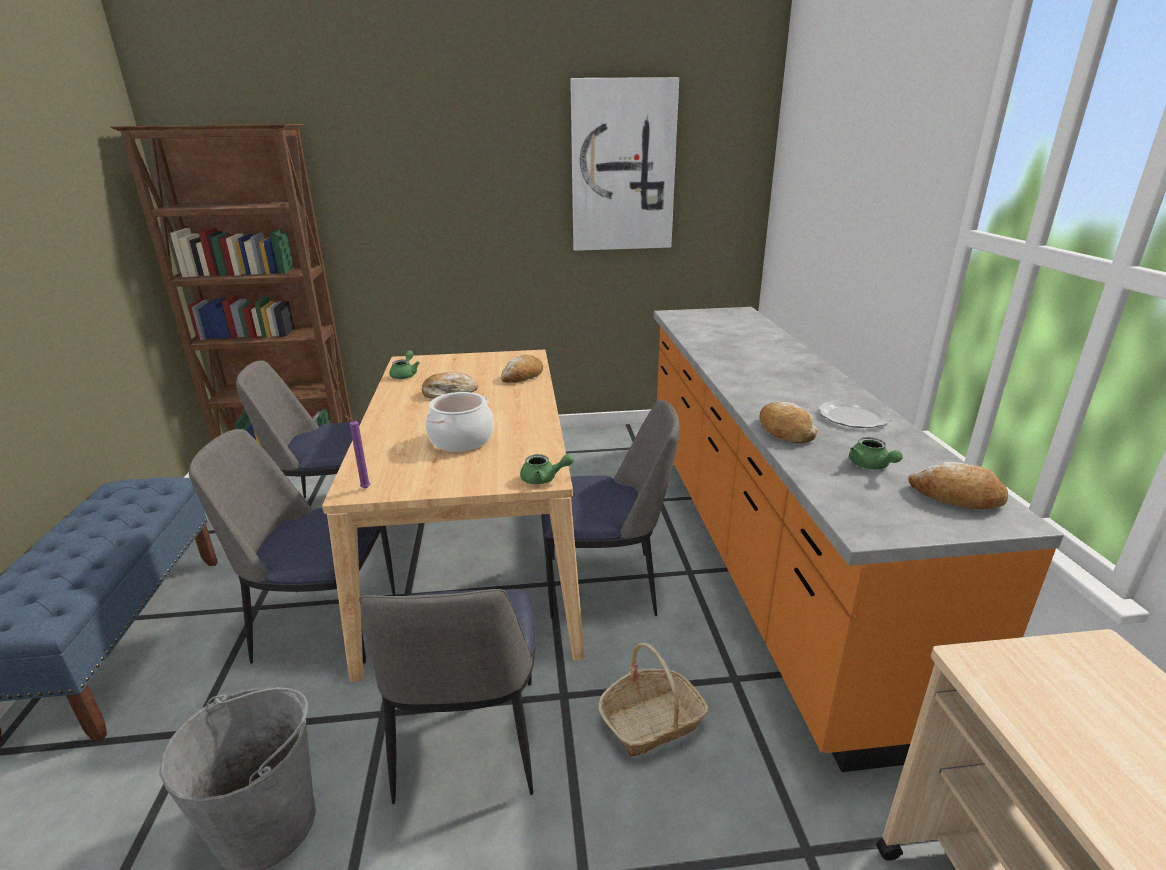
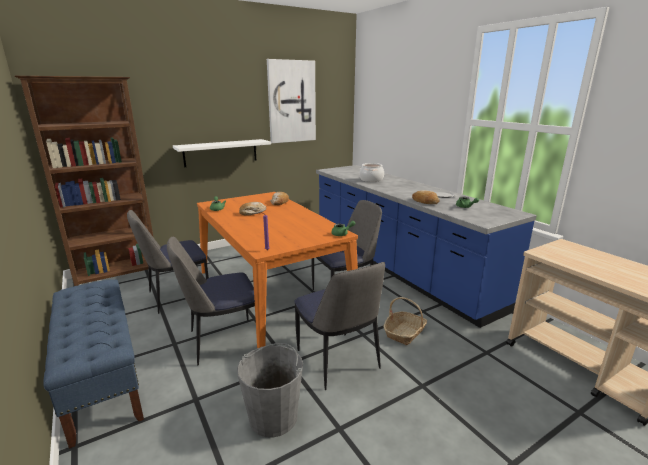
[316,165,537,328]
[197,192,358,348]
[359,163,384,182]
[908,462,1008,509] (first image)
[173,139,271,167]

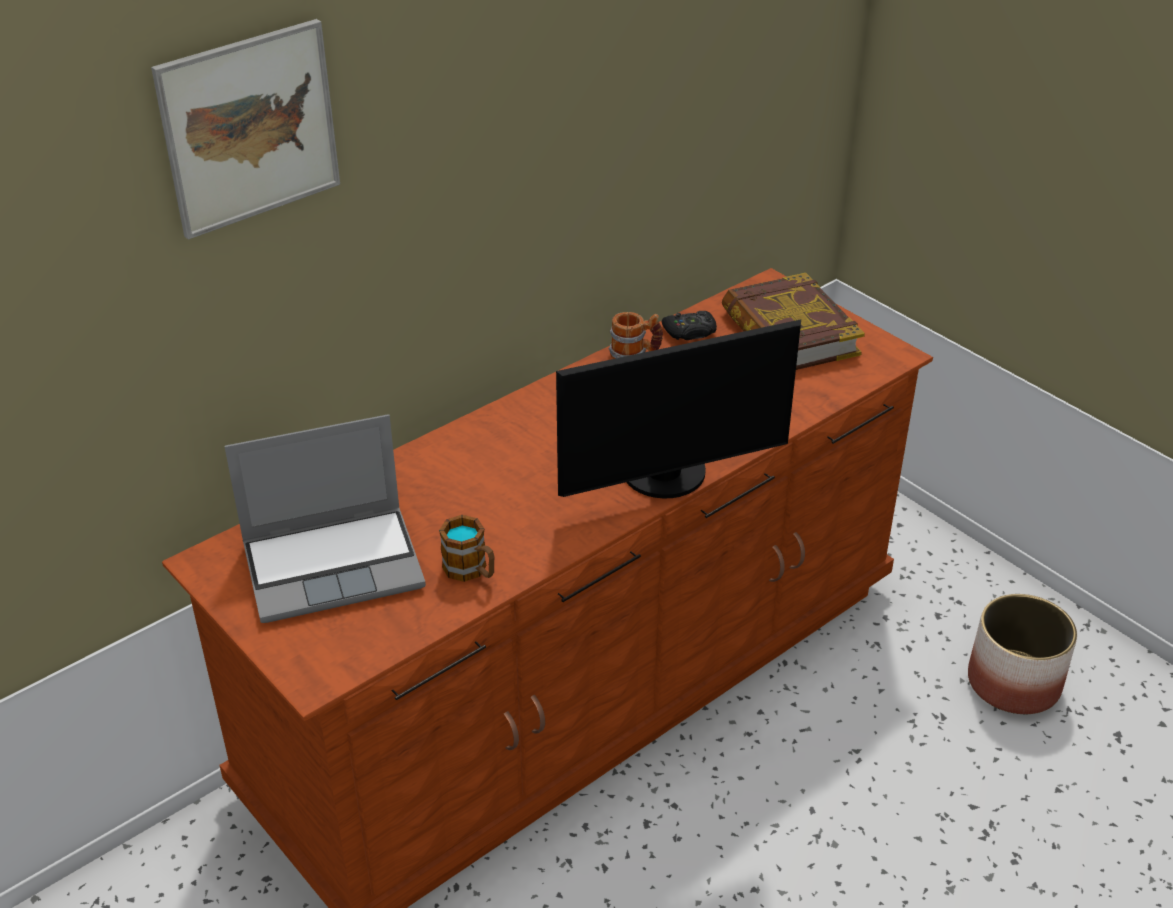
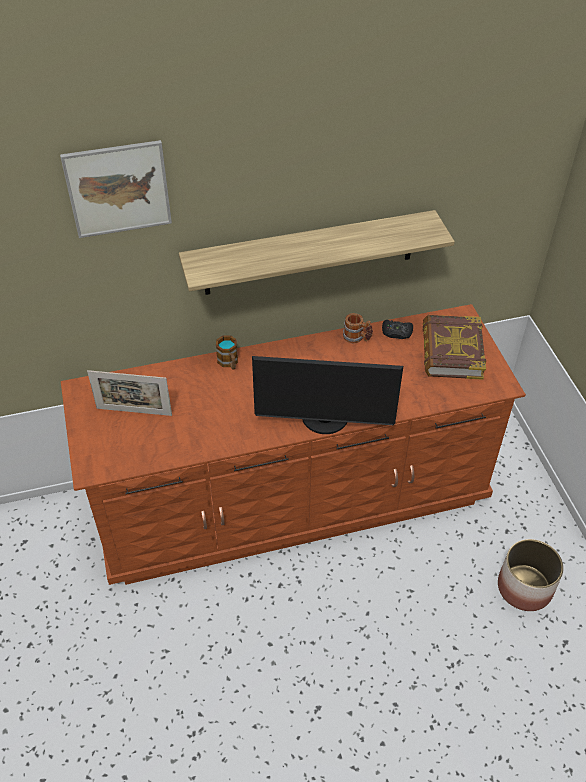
[87,370,172,416]
[216,335,238,369]
[179,210,455,295]

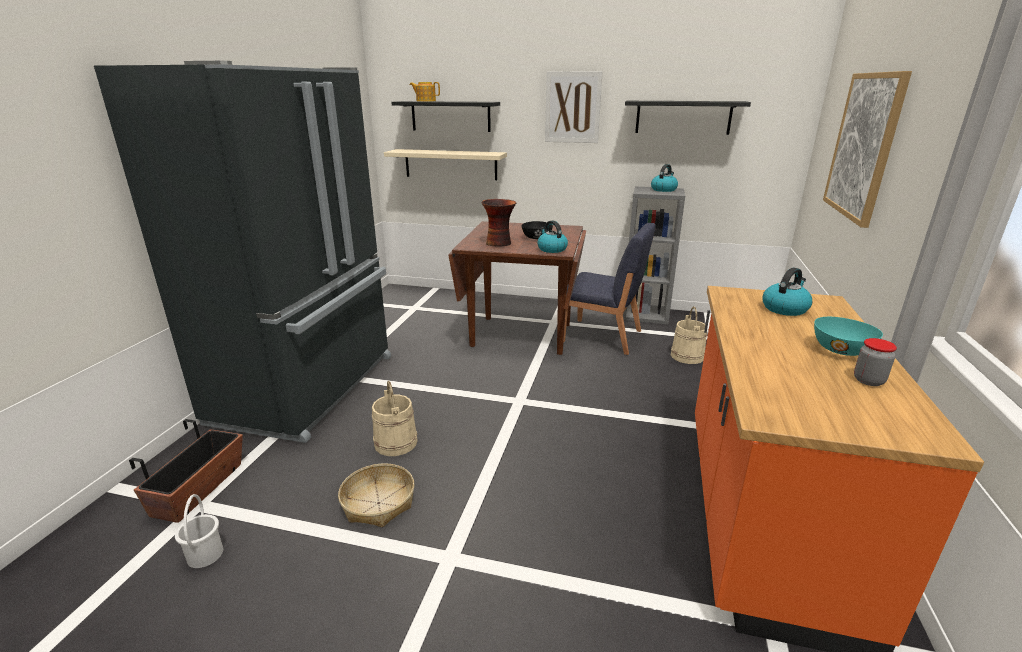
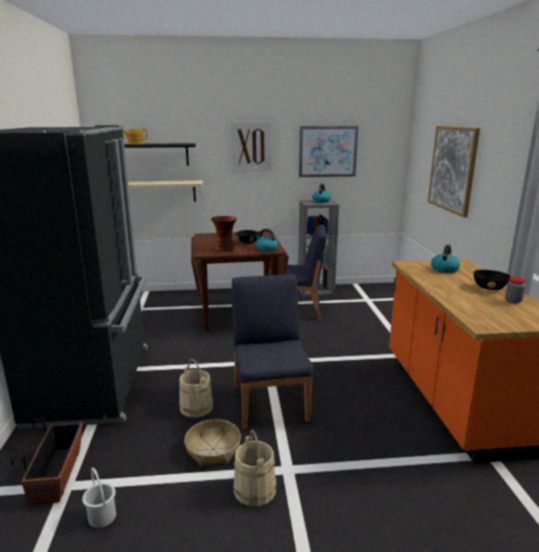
[299,126,358,177]
[233,430,276,507]
[473,270,510,290]
[232,274,314,429]

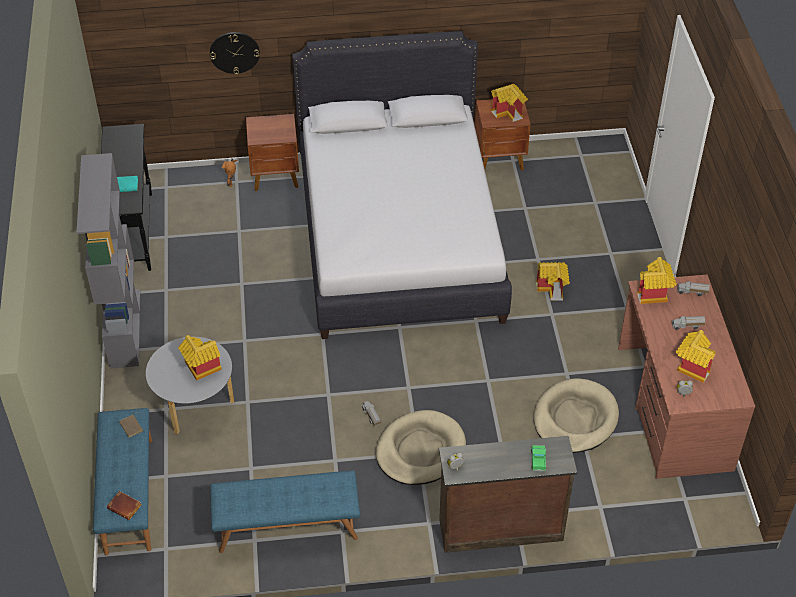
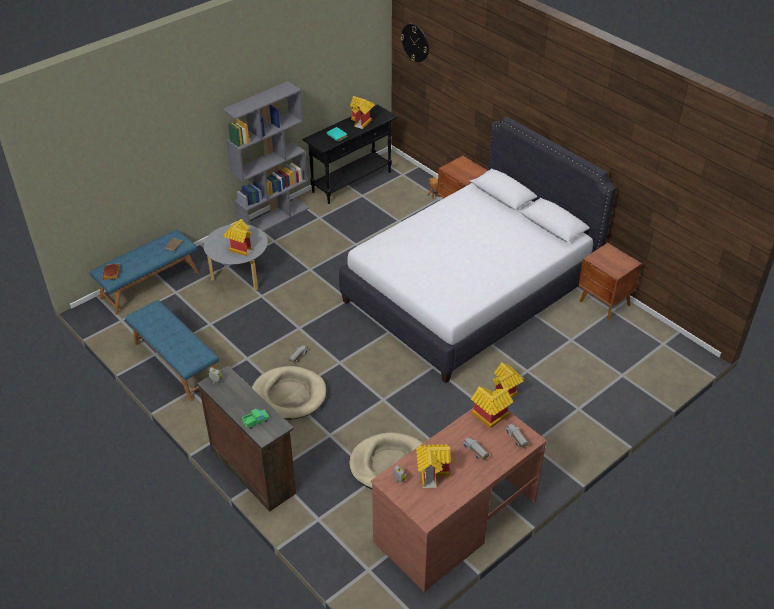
[401,24,429,62]
[350,96,375,129]

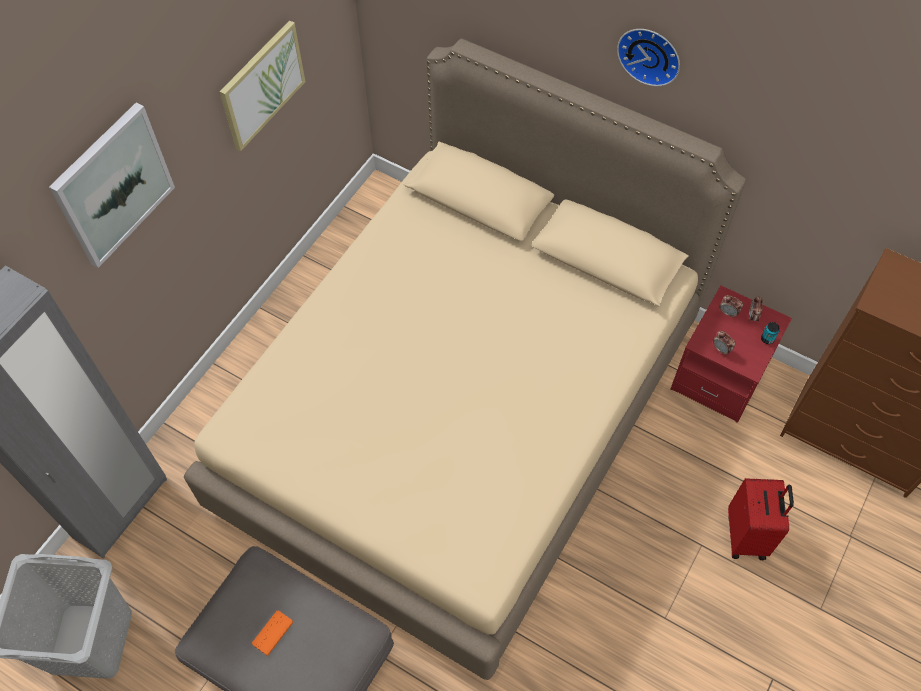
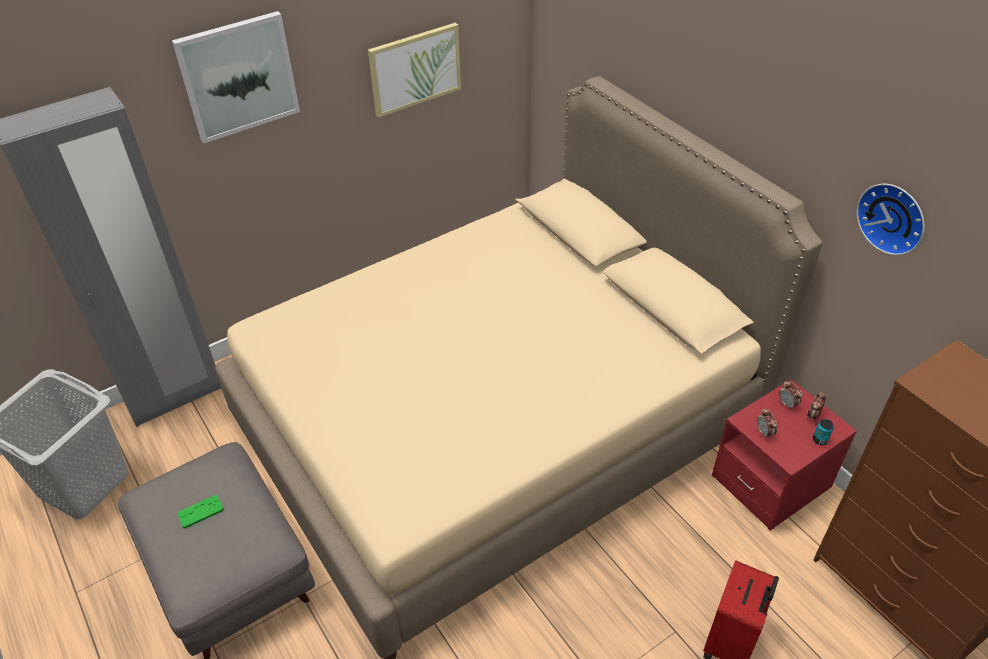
[856,184,925,255]
[177,495,224,528]

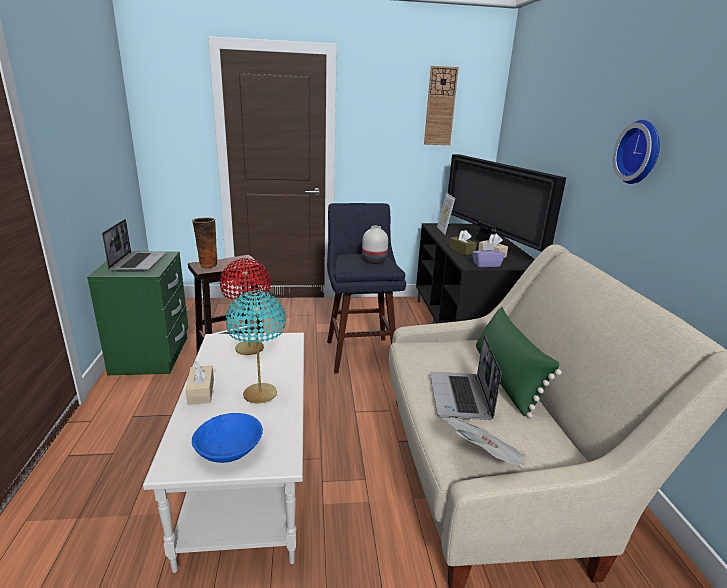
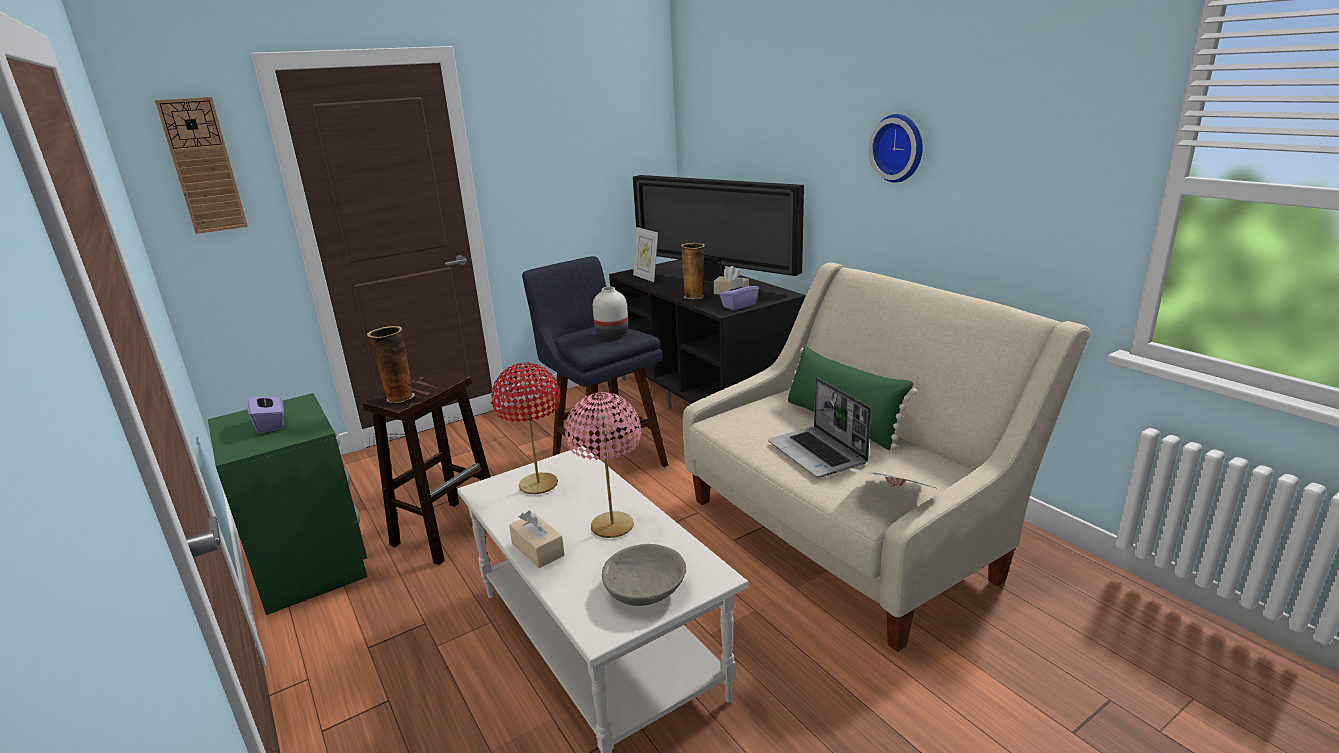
[155,97,248,234]
[247,388,284,434]
[681,243,705,300]
[565,392,641,538]
[602,544,686,606]

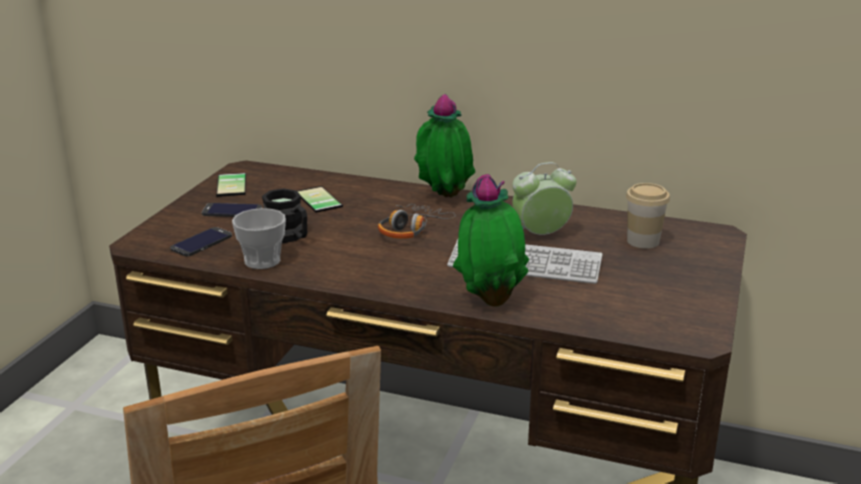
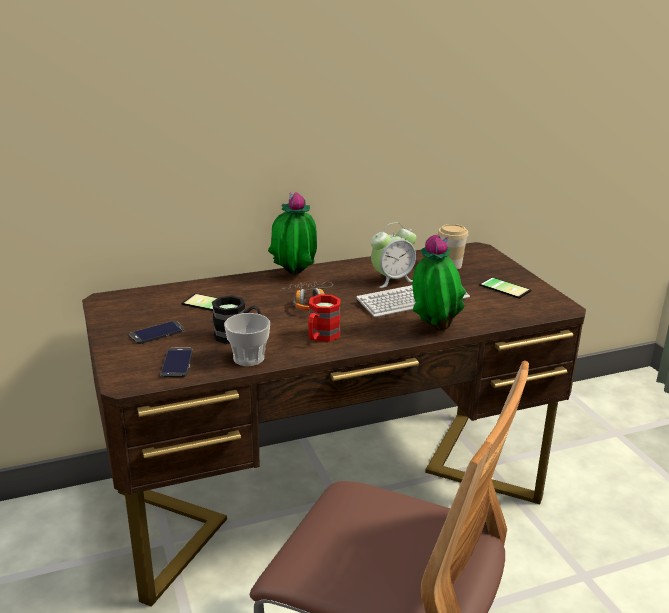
[371,223,416,288]
[479,277,531,299]
[308,294,341,342]

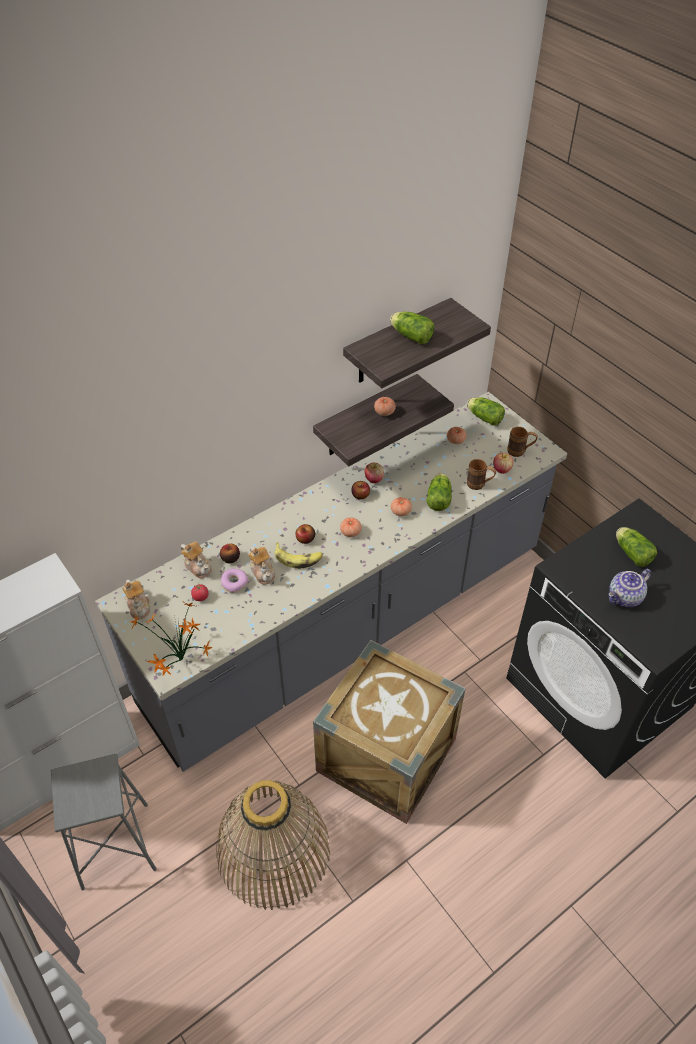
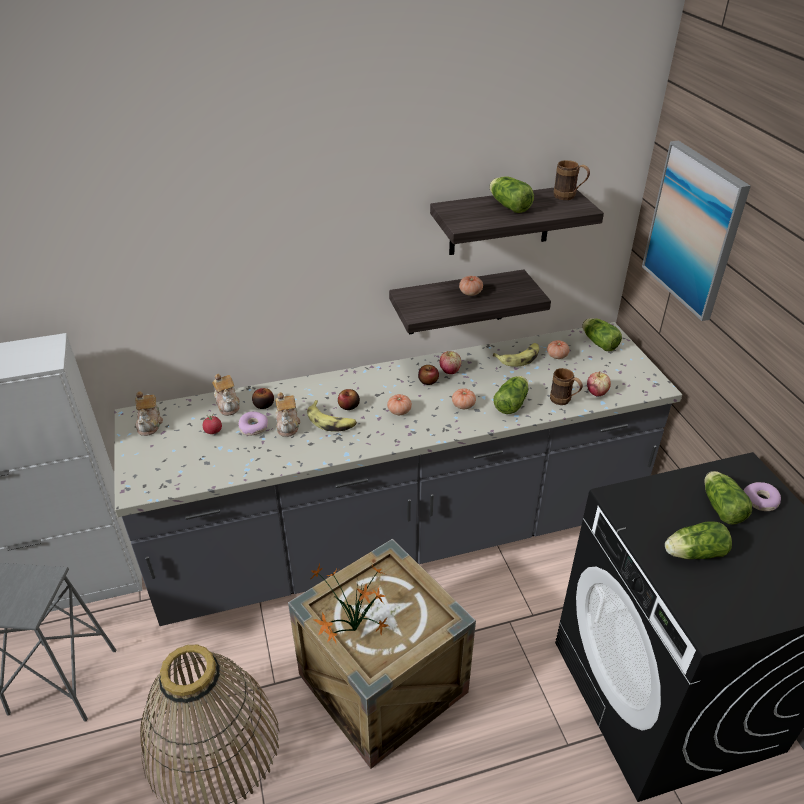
[554,160,590,200]
[665,521,732,559]
[310,563,389,643]
[642,141,751,321]
[493,343,539,367]
[743,482,781,511]

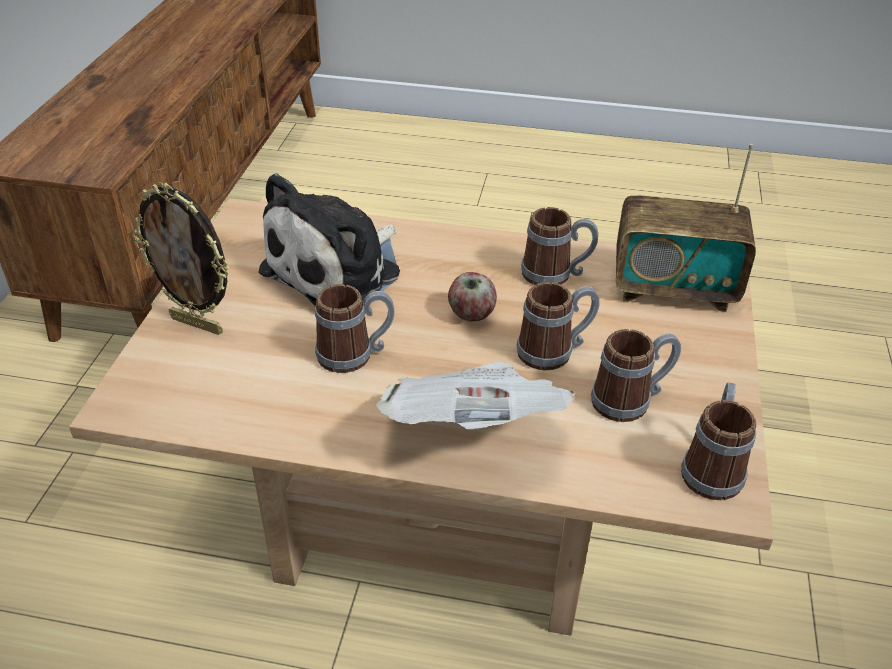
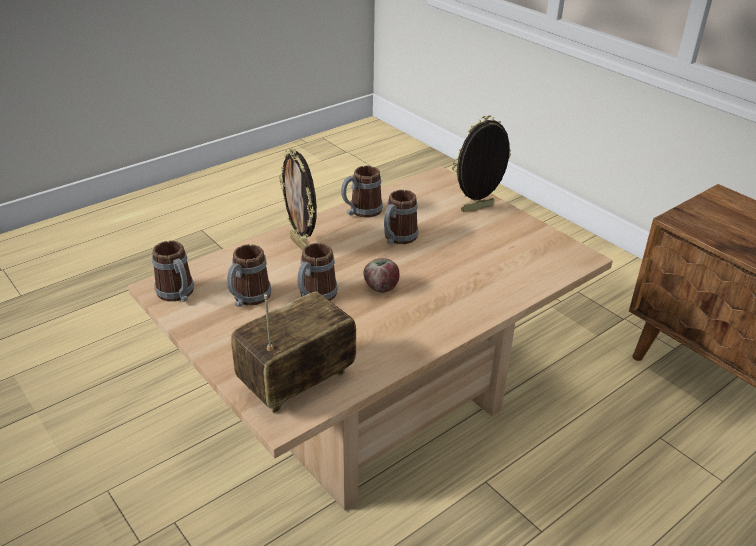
[259,173,400,306] (first image)
[341,166,383,218]
[279,148,317,251]

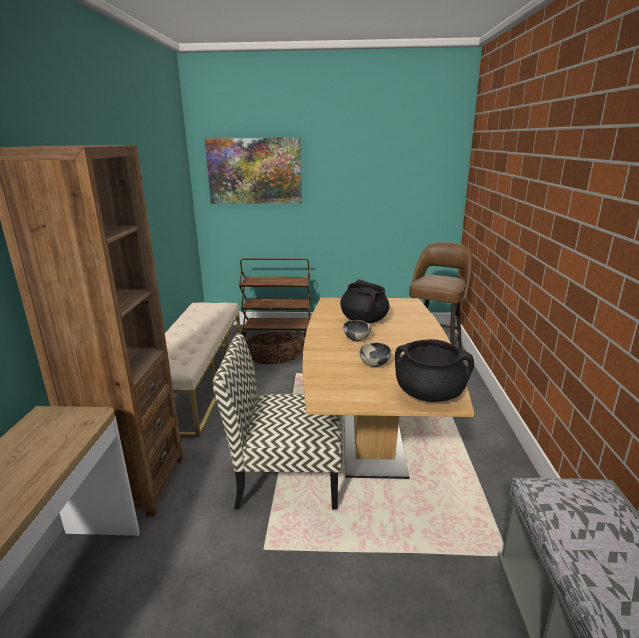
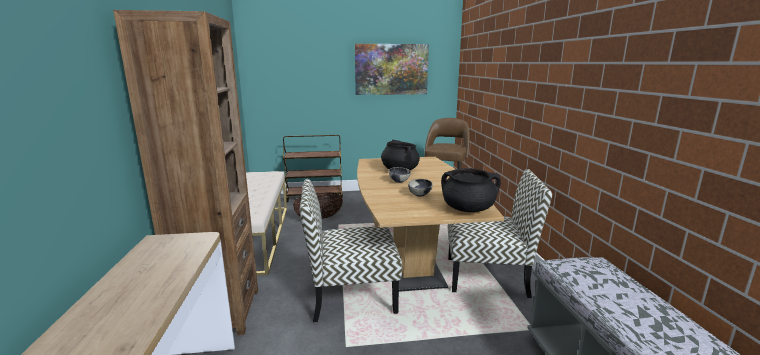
[355,44,429,95]
[448,169,552,298]

